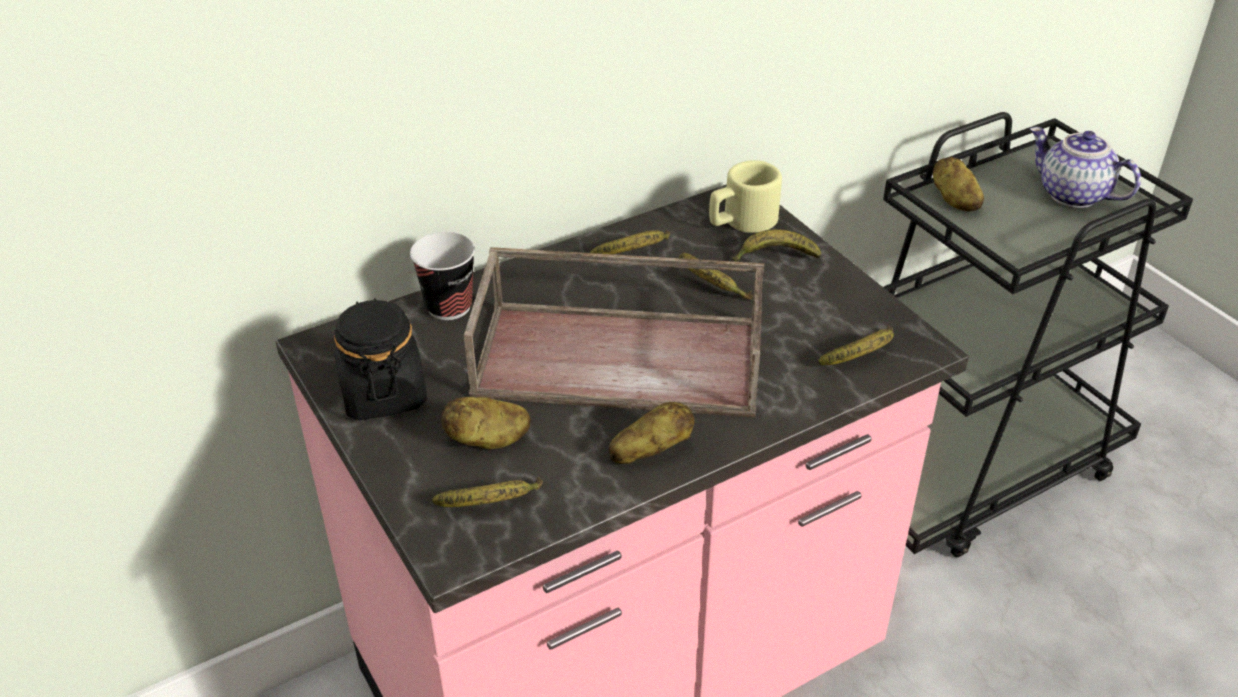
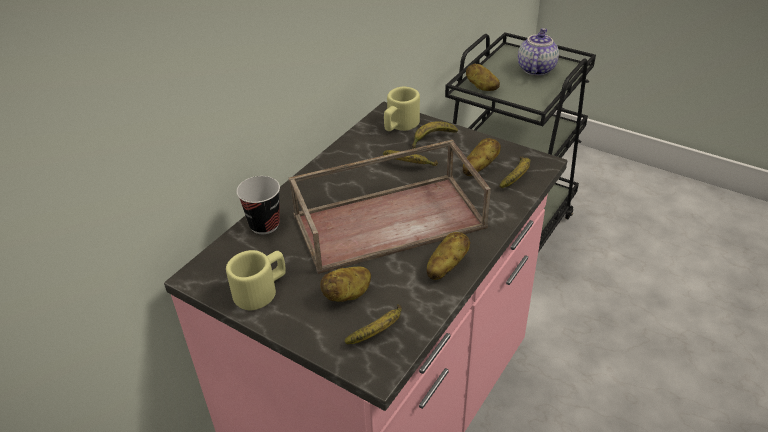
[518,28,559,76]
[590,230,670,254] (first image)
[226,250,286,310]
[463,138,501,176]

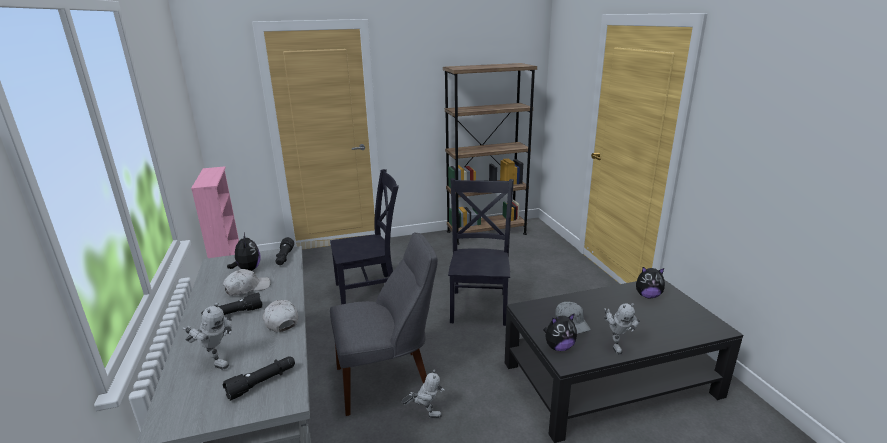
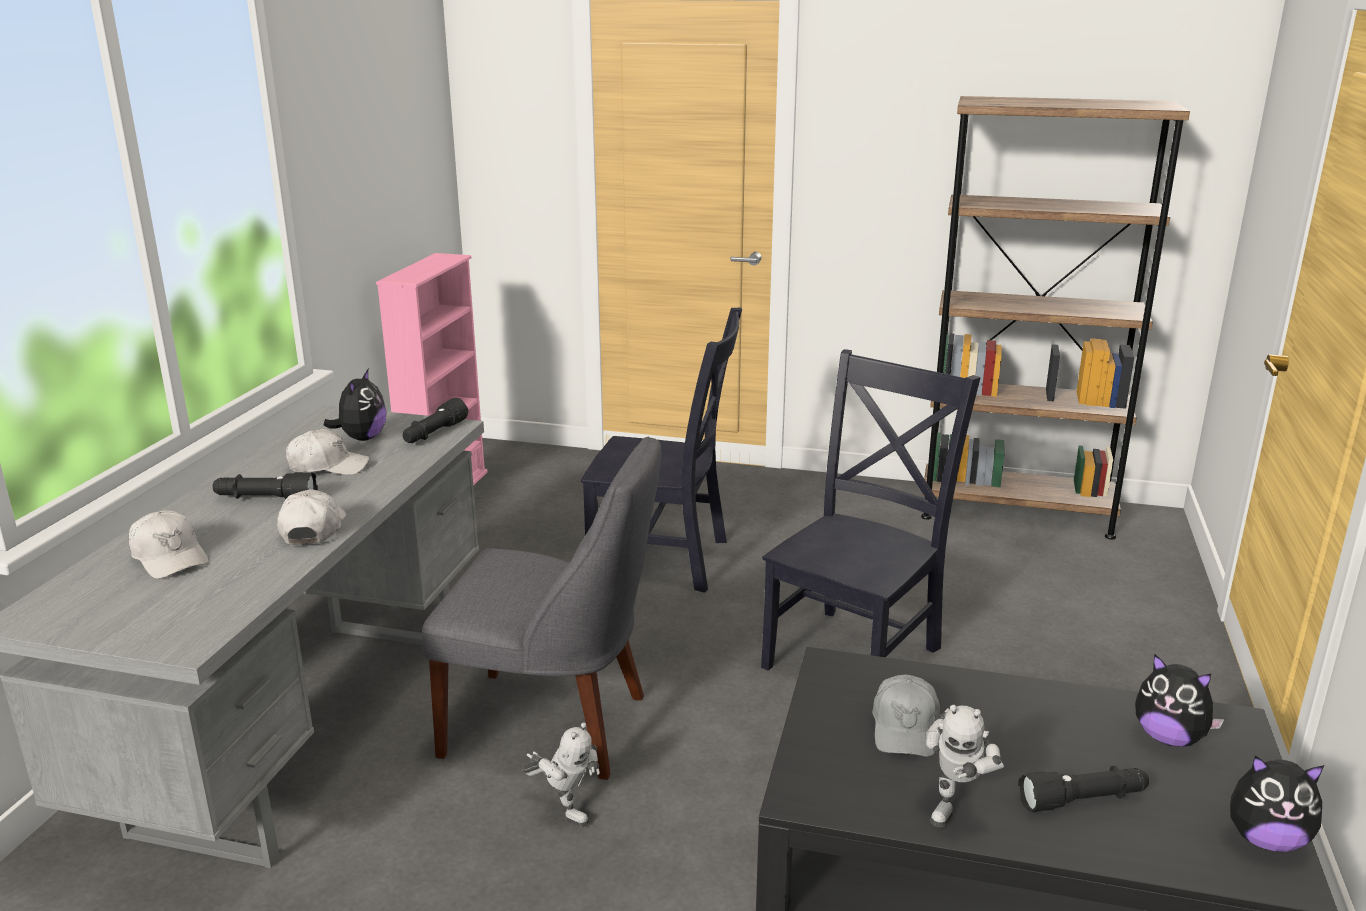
[129,510,209,579]
[1230,755,1324,852]
[1018,766,1149,812]

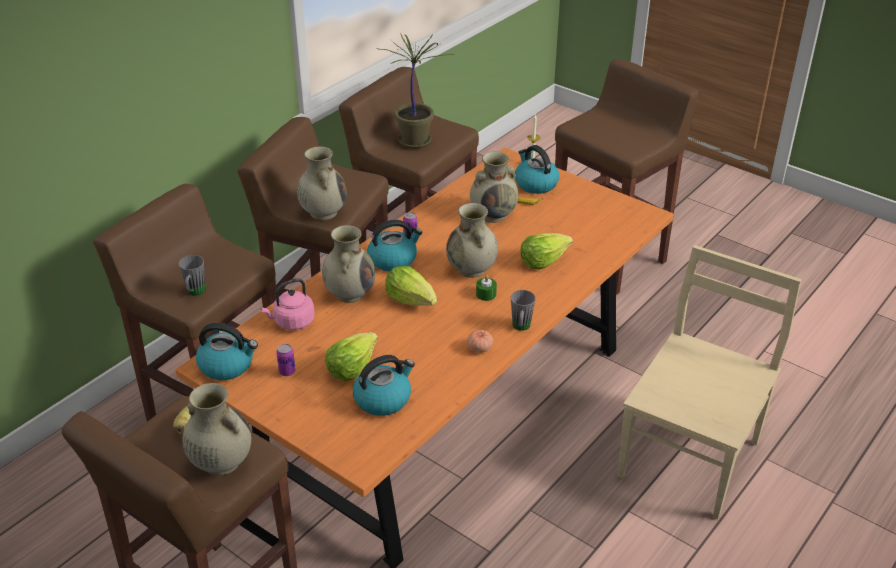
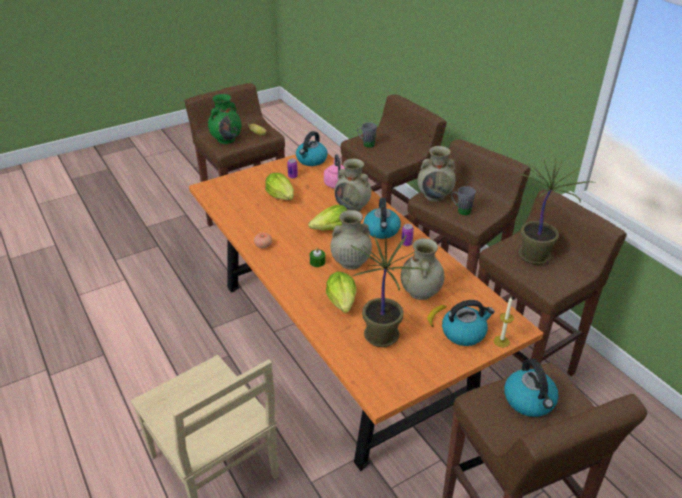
[451,186,476,215]
[504,359,559,417]
[208,94,241,144]
[350,235,430,347]

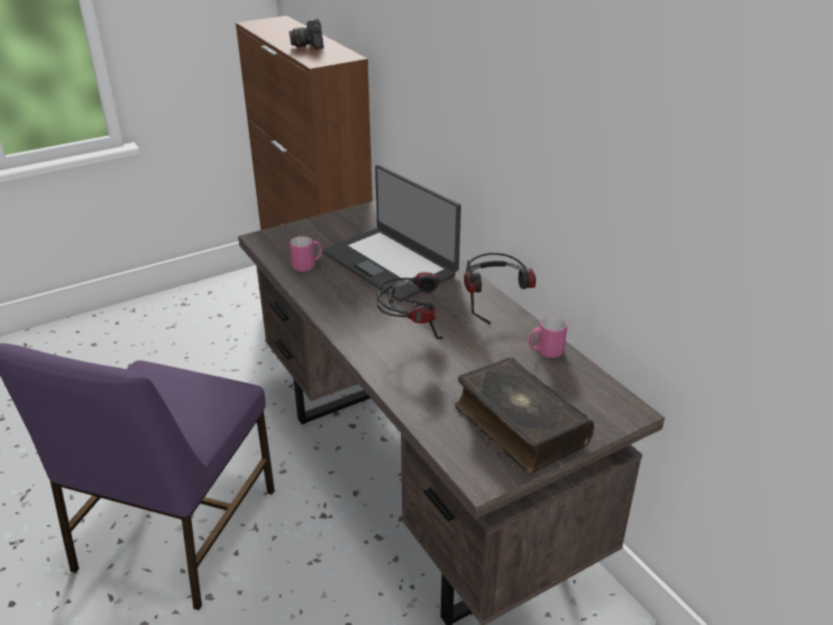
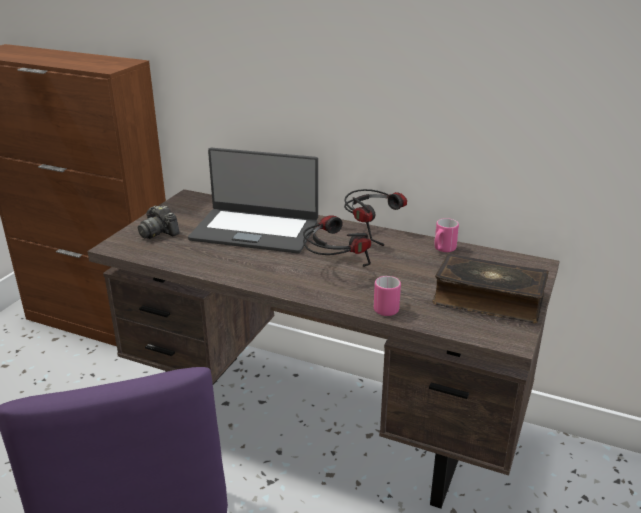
[138,205,180,239]
[374,276,401,316]

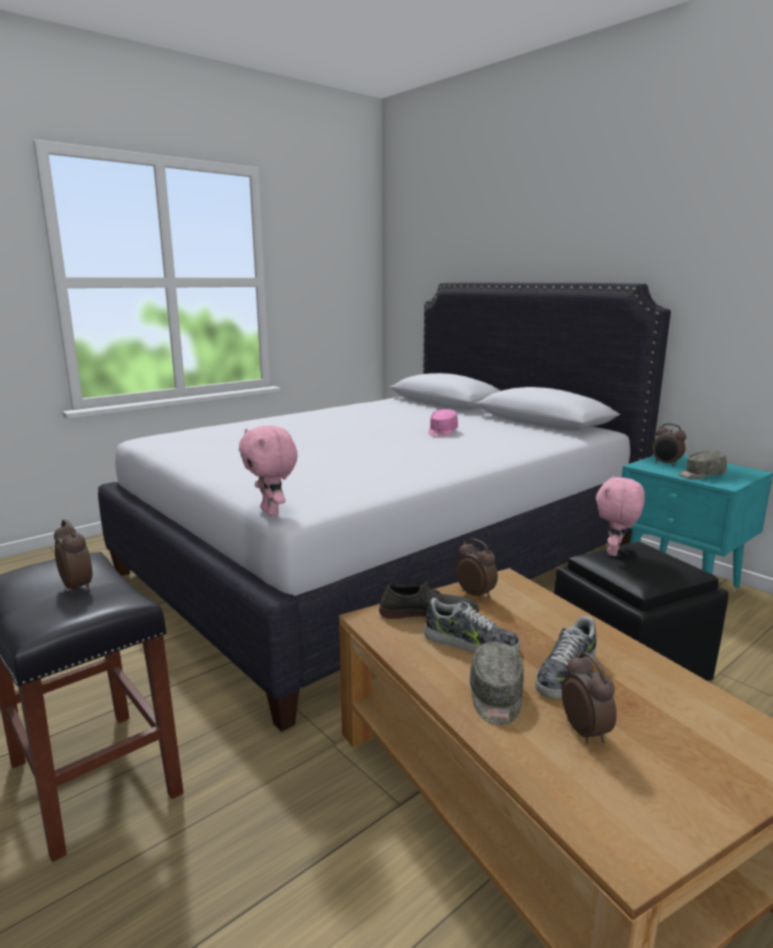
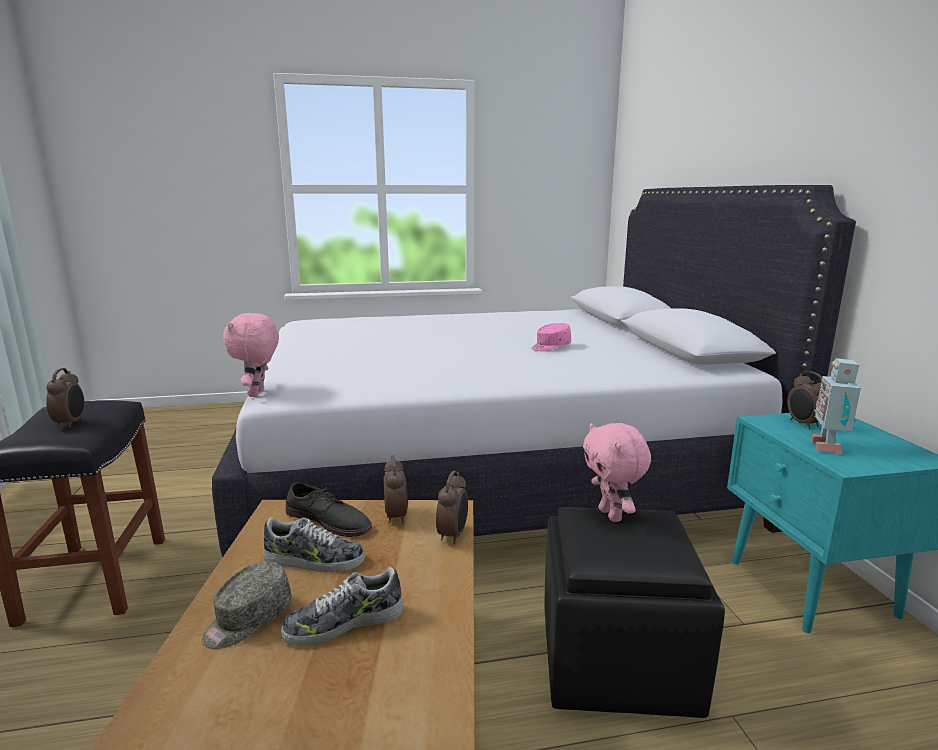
[811,358,861,453]
[583,423,651,522]
[263,517,365,572]
[436,470,468,544]

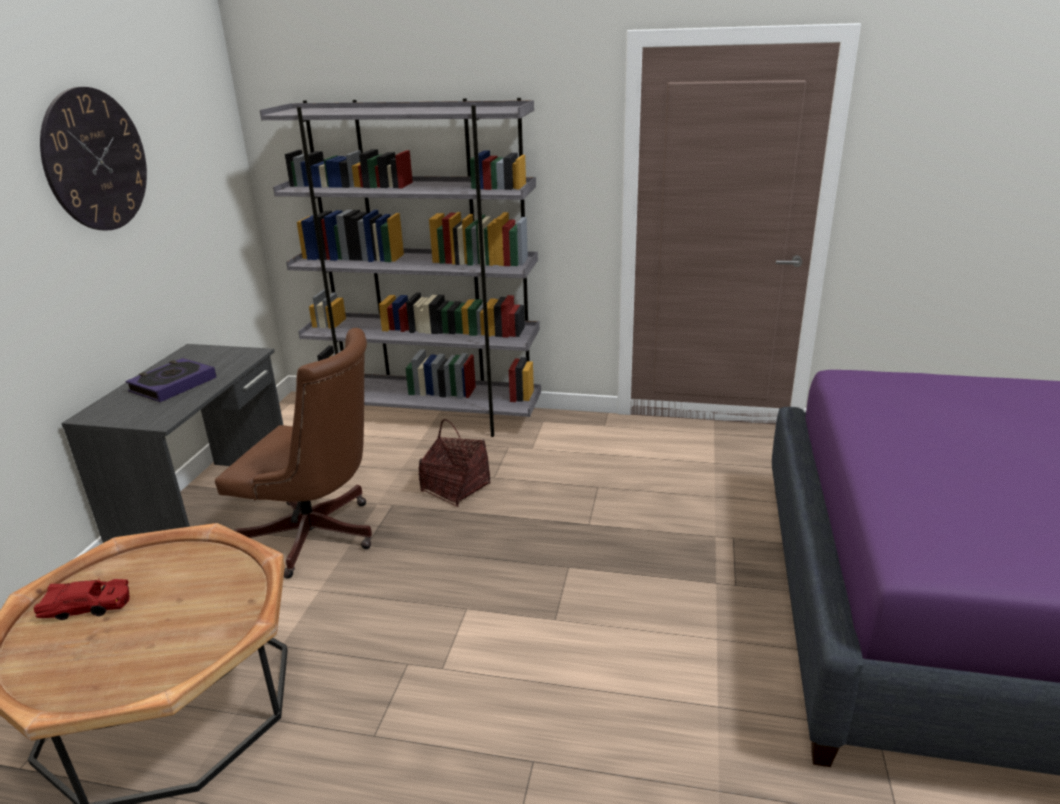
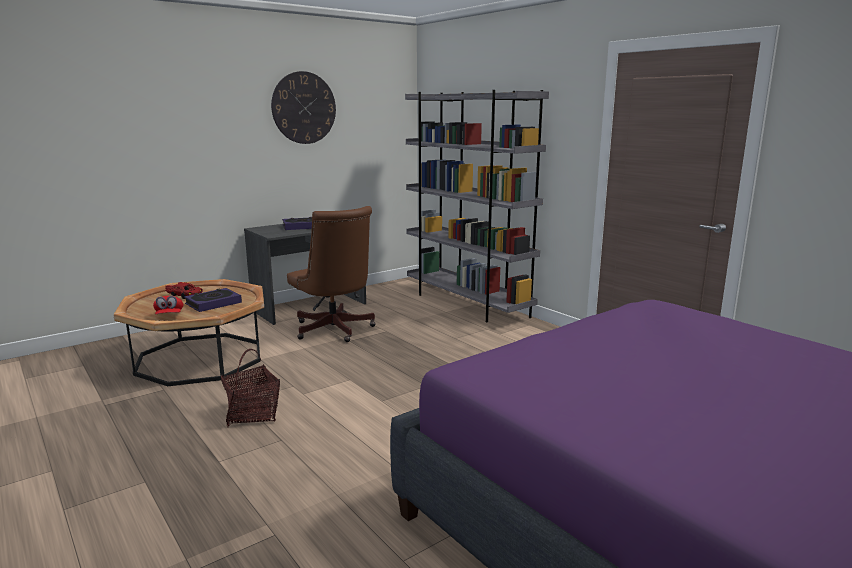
[220,349,280,428]
[184,288,242,312]
[153,296,183,314]

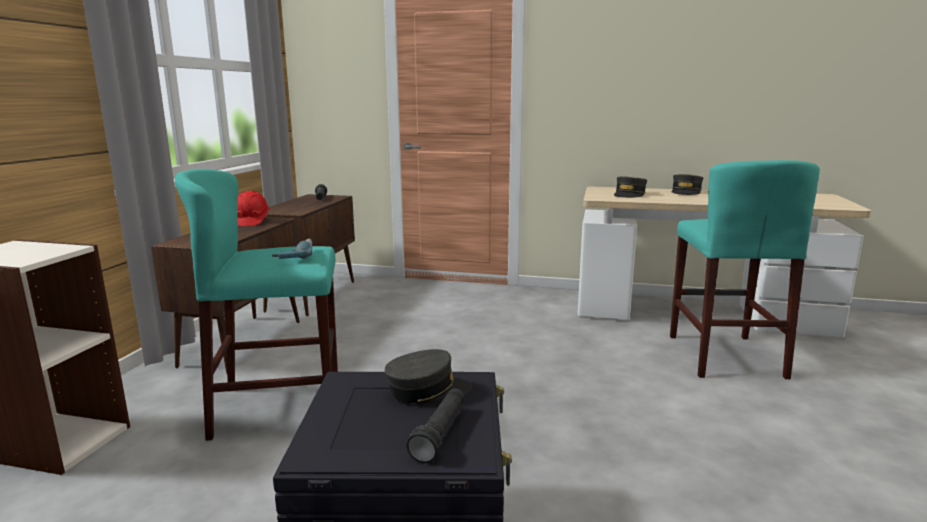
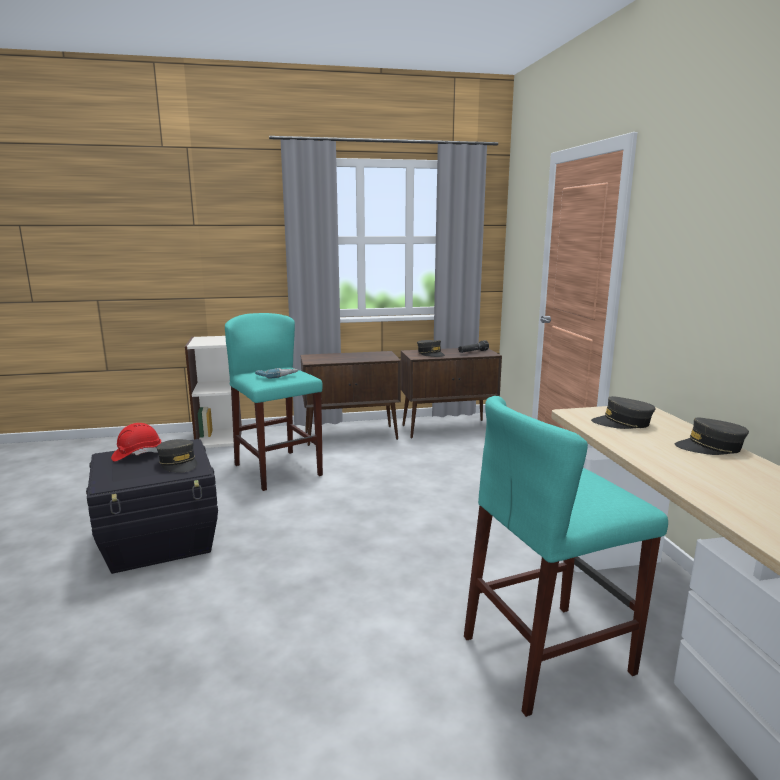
[111,423,161,461]
[406,388,465,463] (first image)
[417,340,445,357]

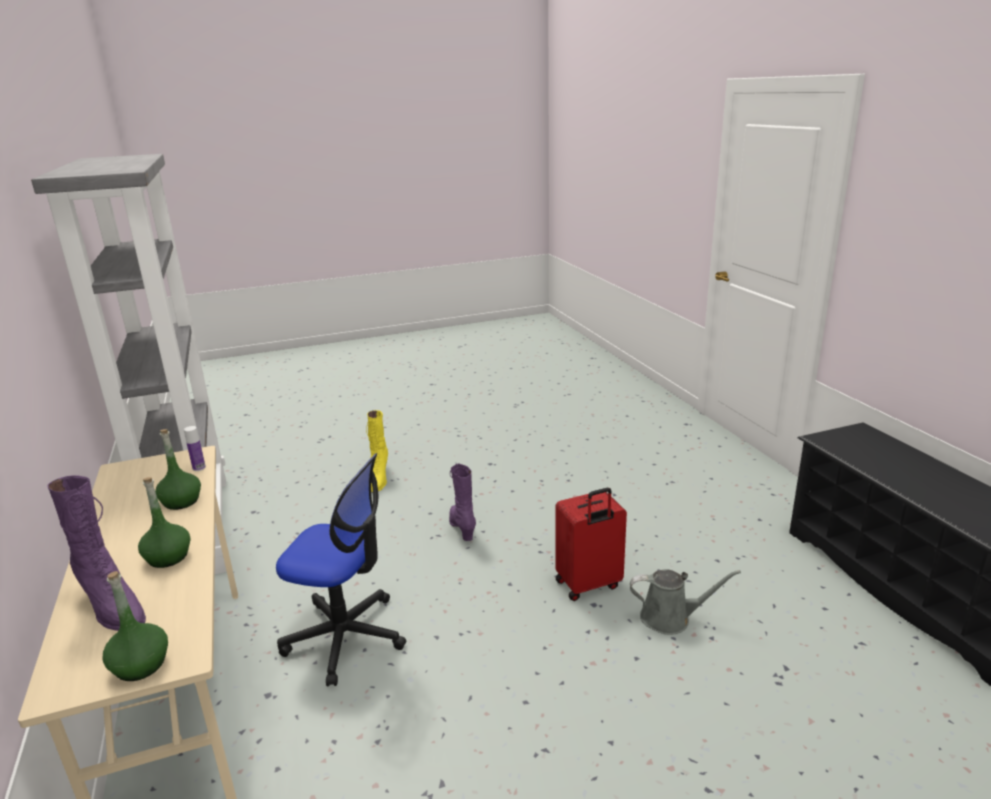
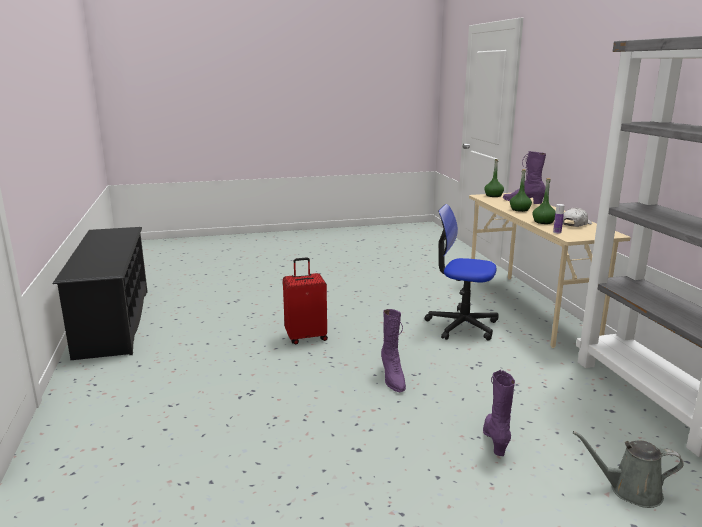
[483,369,515,456]
[573,431,684,508]
[563,208,592,227]

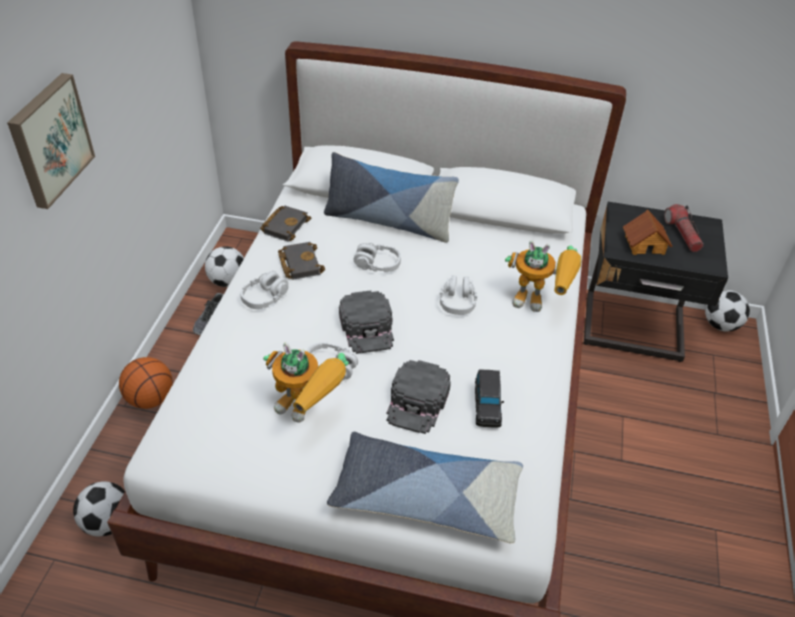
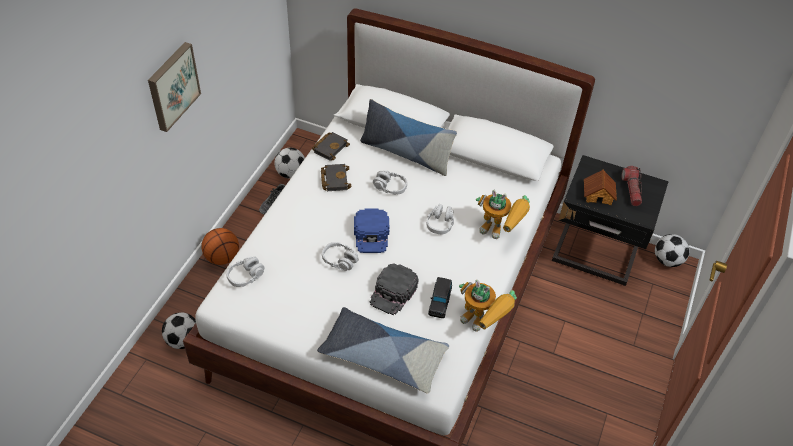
[226,257,265,287]
[354,208,389,253]
[459,279,517,332]

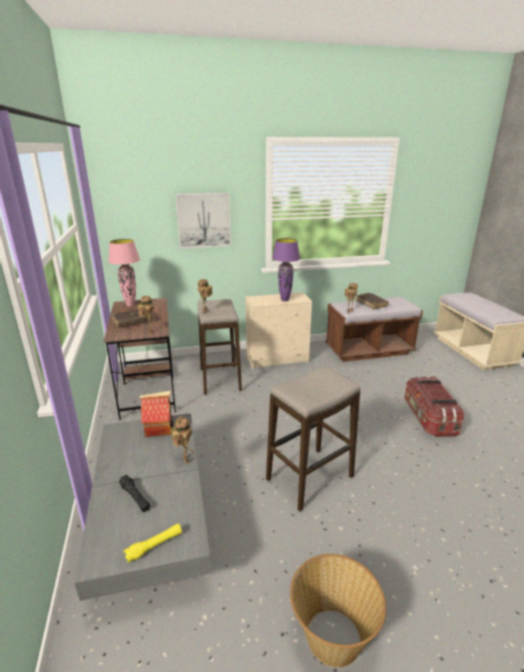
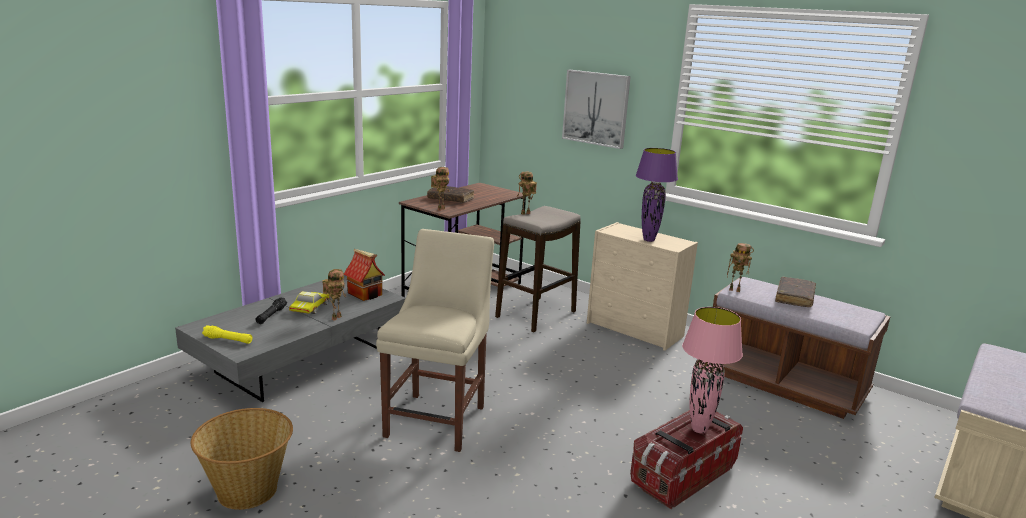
[682,307,743,433]
[376,229,494,452]
[289,291,329,314]

